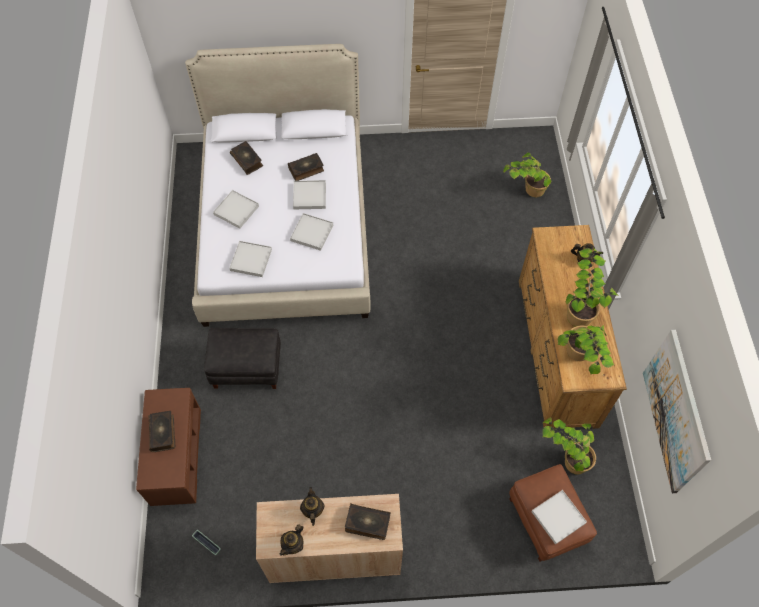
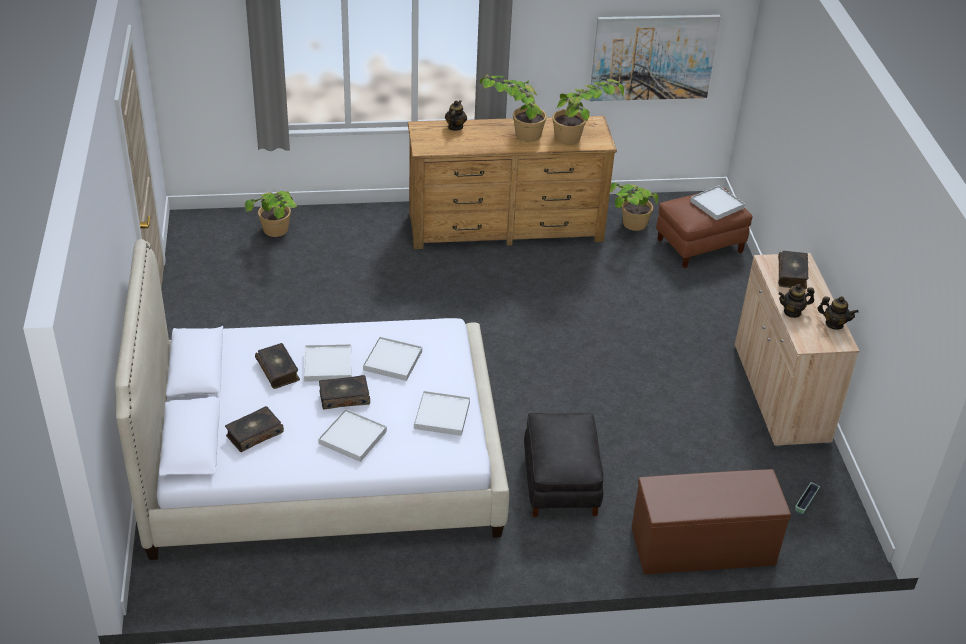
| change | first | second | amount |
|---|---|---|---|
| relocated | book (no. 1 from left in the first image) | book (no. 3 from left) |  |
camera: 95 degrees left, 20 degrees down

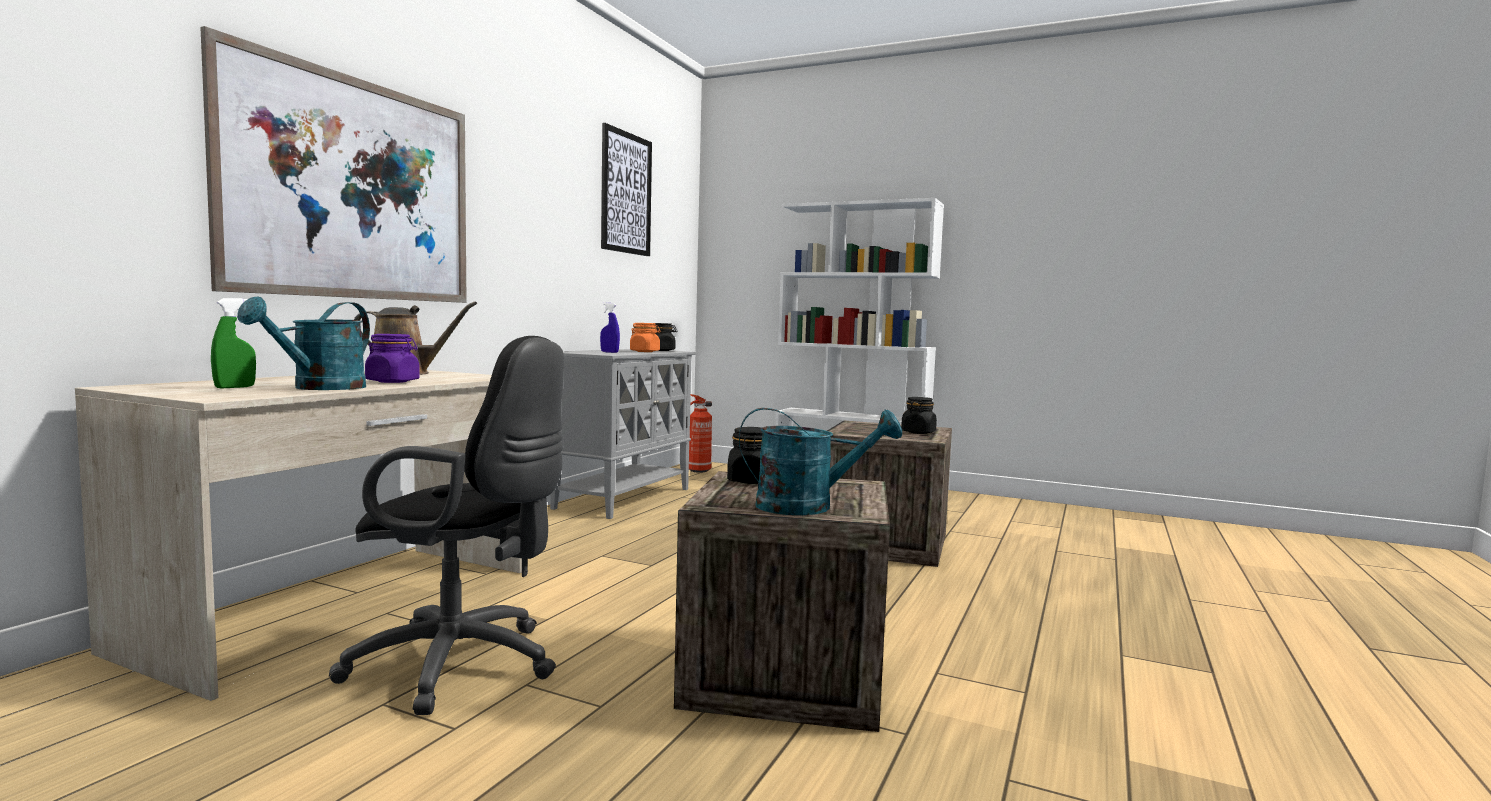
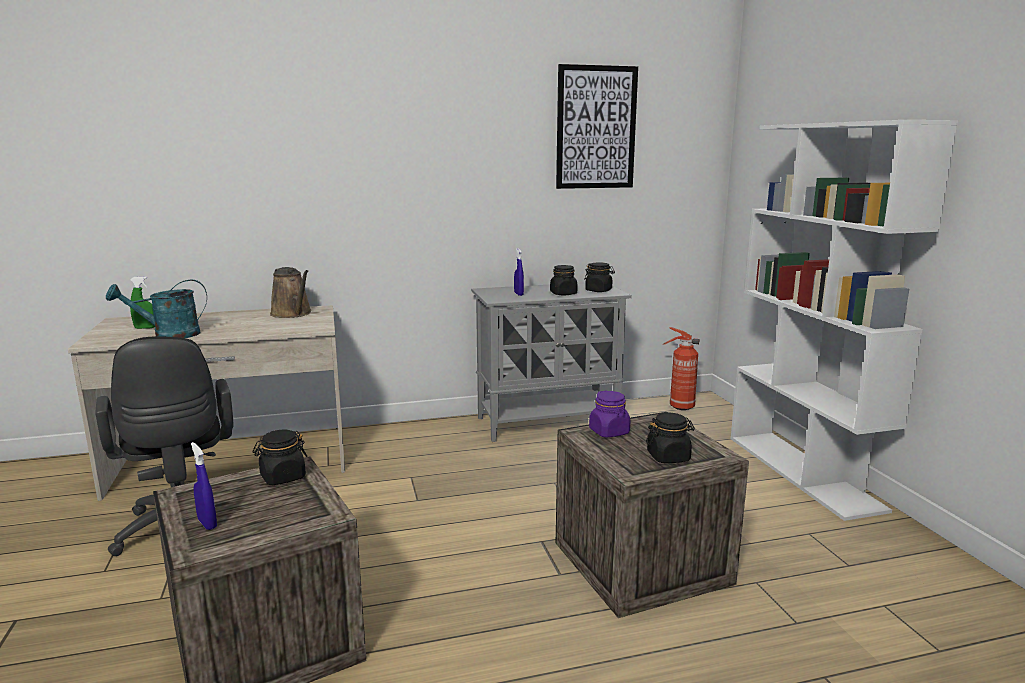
| change | first | second | amount |
|---|---|---|---|
| missing | picture (no. 1 from left) |  |  |
| relocated | purple jar |  |  |
| colour | orange jar | black jar (no. 2 from left) |  |
| exchanged | turquoise watering can (no. 2 from left) | blue spray bottle (no. 1 from left) |  |
camera: 50 degrees right, 10 degrees up

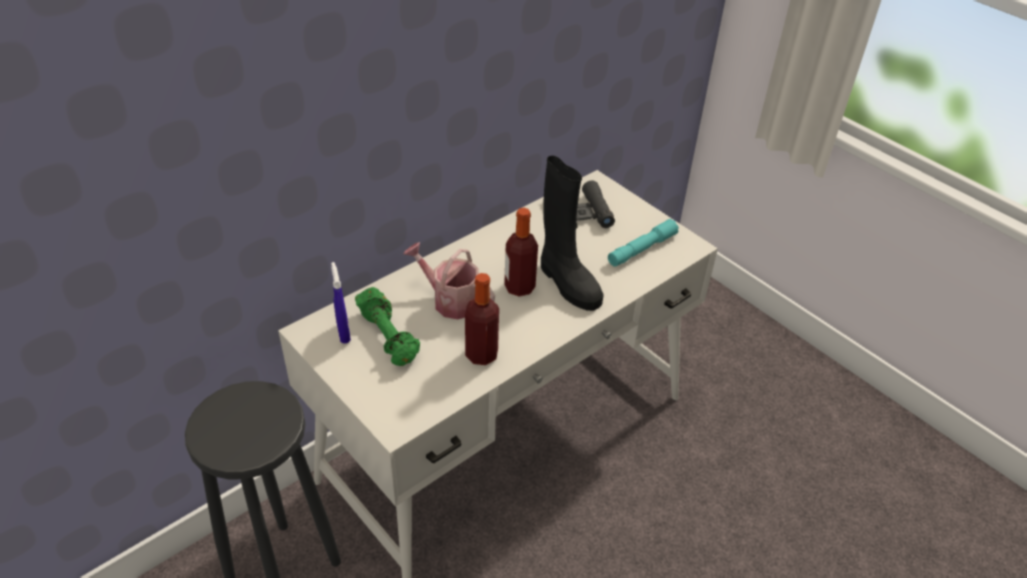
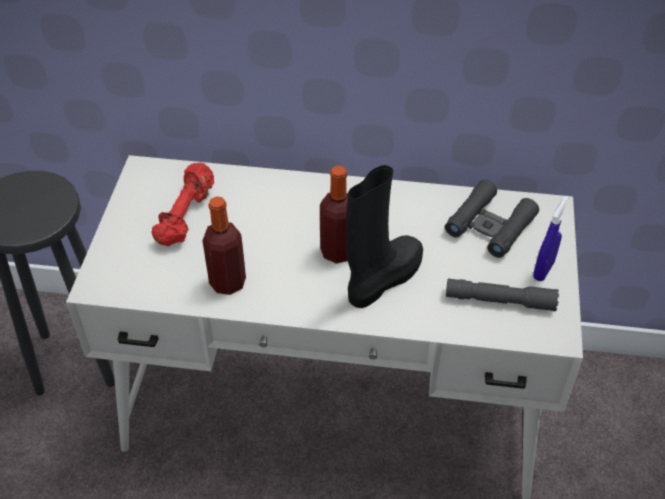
| change | first | second | amount |
|---|---|---|---|
| relocated | blue spray bottle |  |  |
| colour | green dumbbell | red dumbbell |  |
| missing | watering can |  |  |
| spun | black boot |  | 150 degrees counterclockwise |
| colour | turquoise flashlight | grey flashlight |  |
camera: 50 degrees right, 5 degrees up

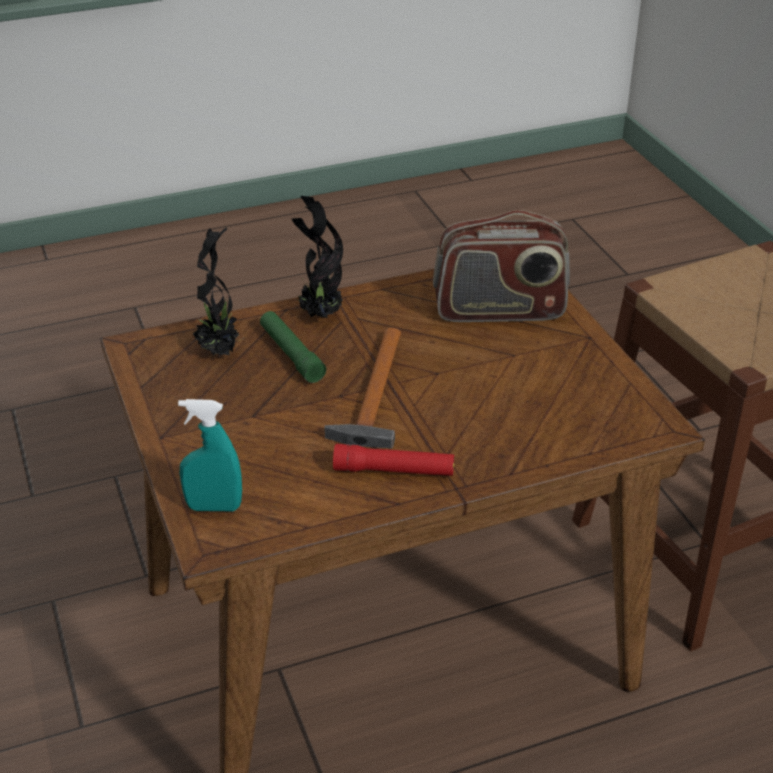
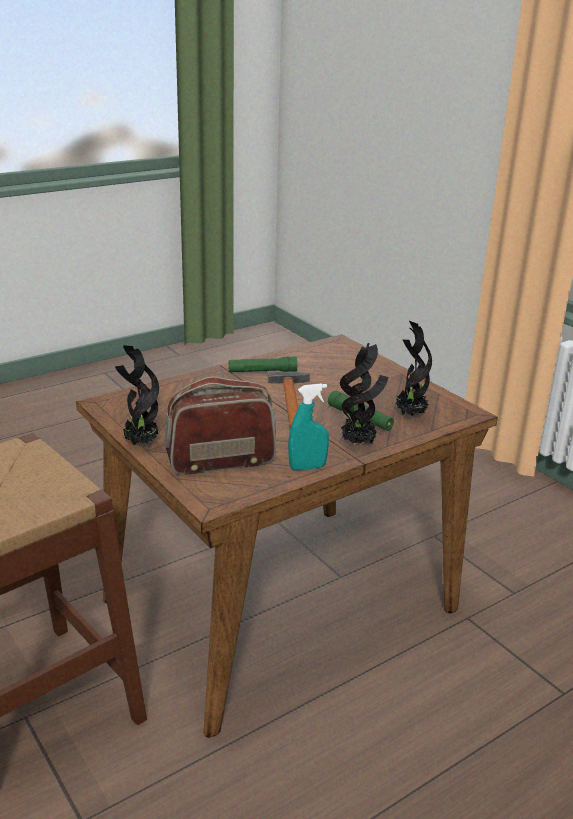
| change | first | second | amount |
|---|---|---|---|
| relocated | turquoise spray bottle |  |  |
| colour | red flashlight | green flashlight (no. 1 from left) |  |
| appeared |  | potted plant (no. 1 from left) |  |
camera: 165 degrees right, 10 degrees down

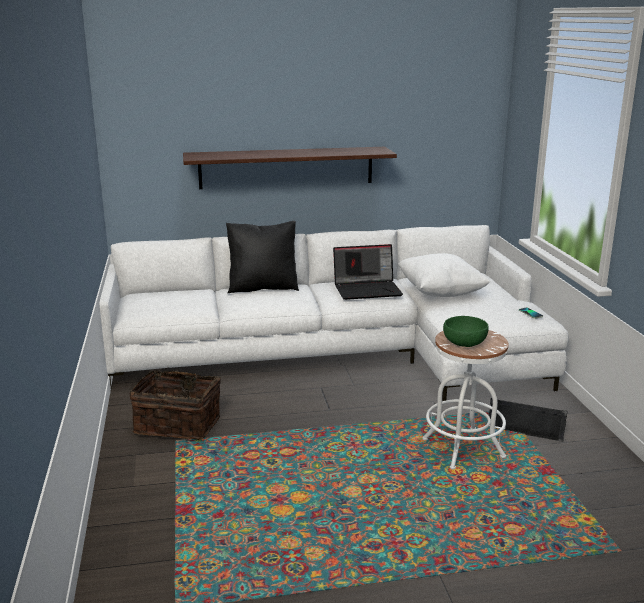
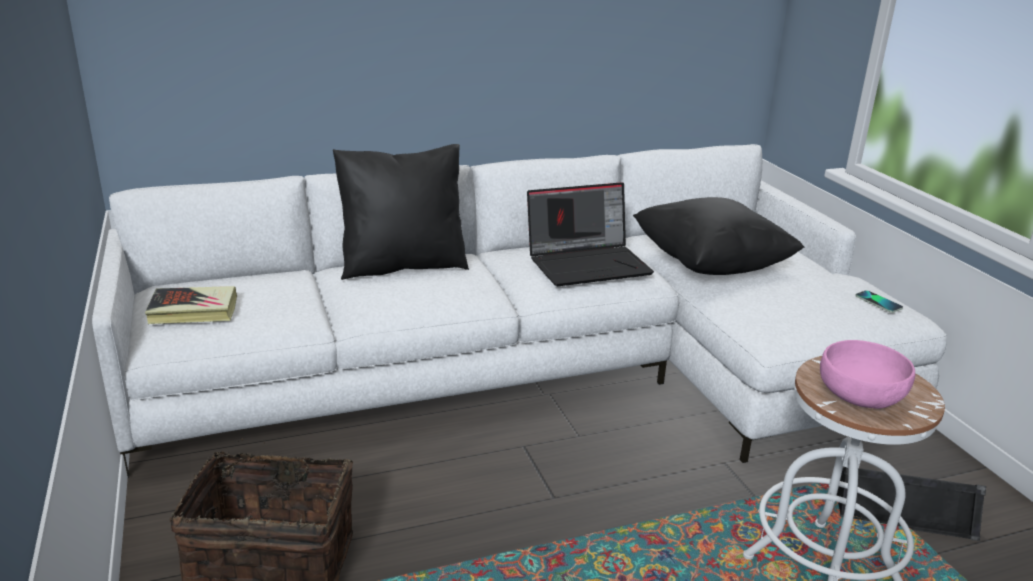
| change | first | second | amount |
|---|---|---|---|
| missing | shelf |  |  |
| colour | white pillow | black pillow (no. 2 from left) |  |
| colour | green bowl | pink bowl |  |
| appeared |  | book |  |
camera: 10 degrees left, 5 degrees up

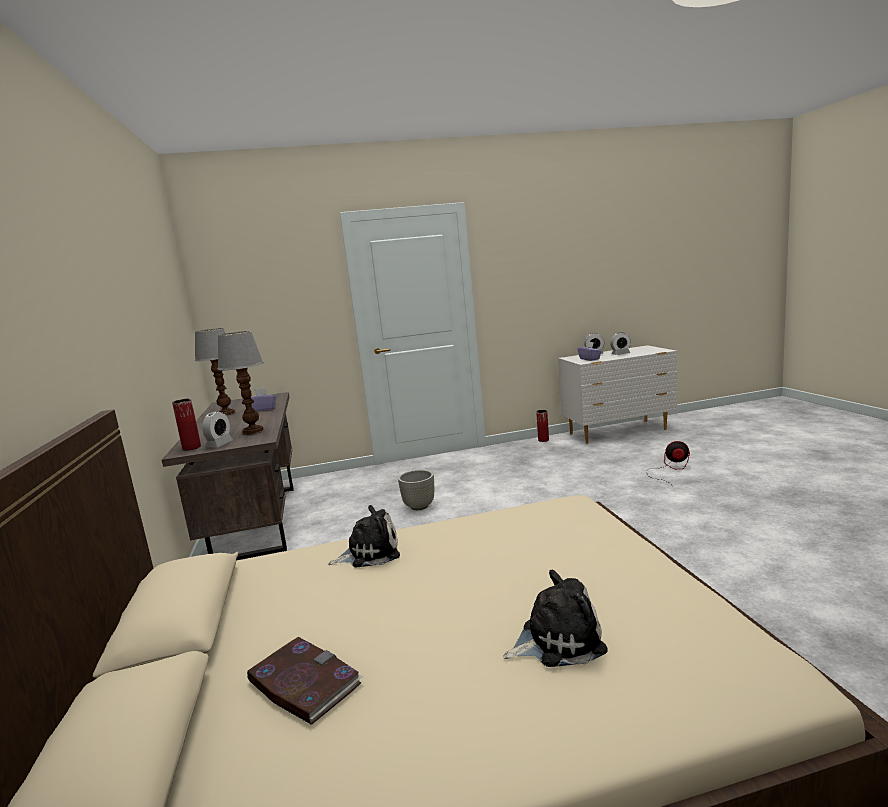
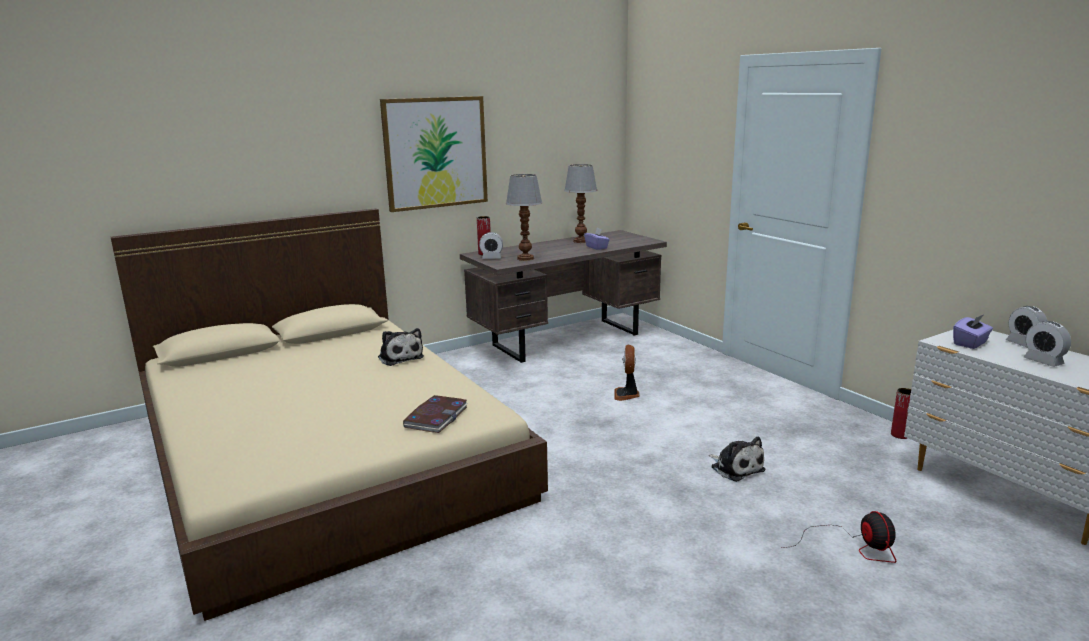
| change | first | second | amount |
|---|---|---|---|
| relocated | book |  |  |
| exchanged | grey planter | fan (no. 1 from left) |  |
| relocated | plush toy (no. 2 from left) |  |  |
| appeared |  | picture |  |
camera: 70 degrees right, 5 degrees up

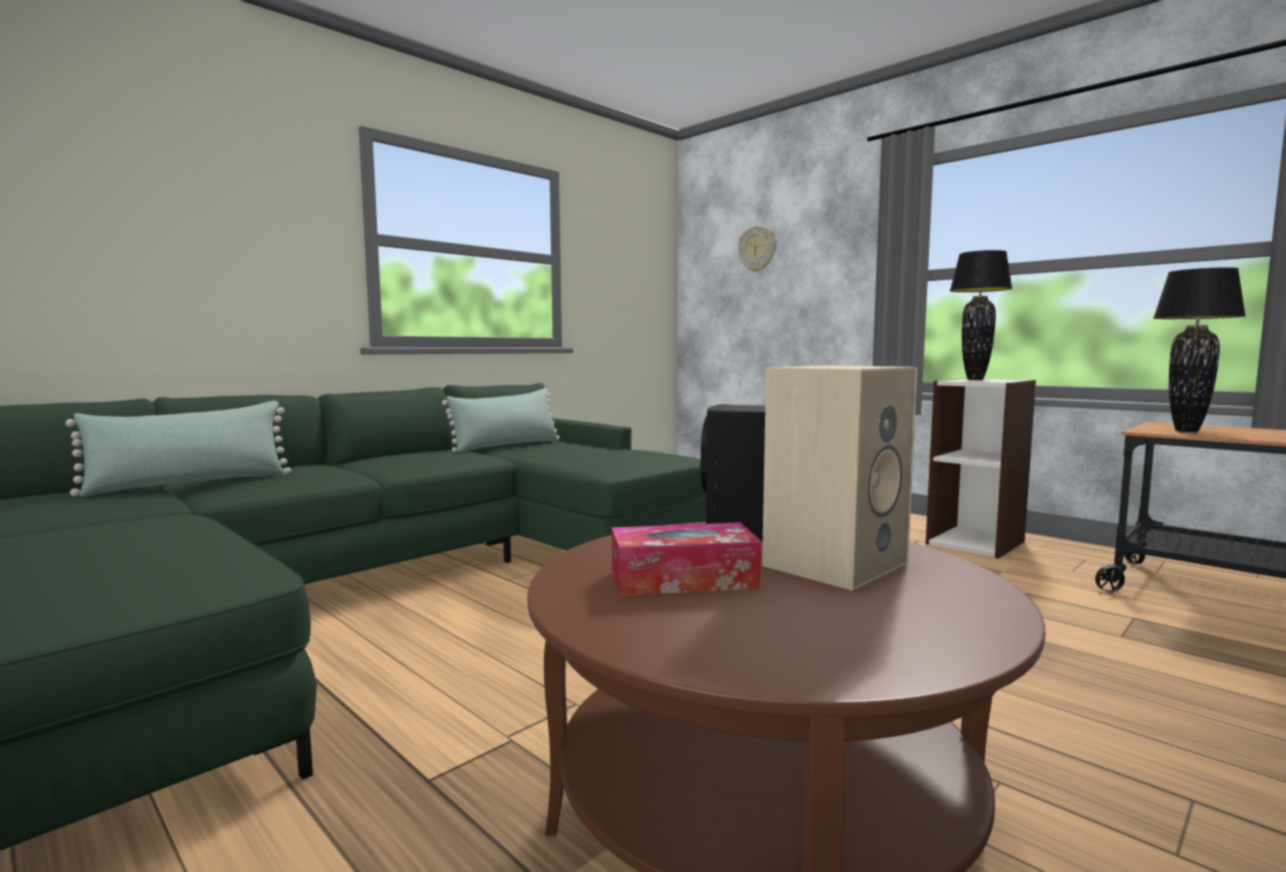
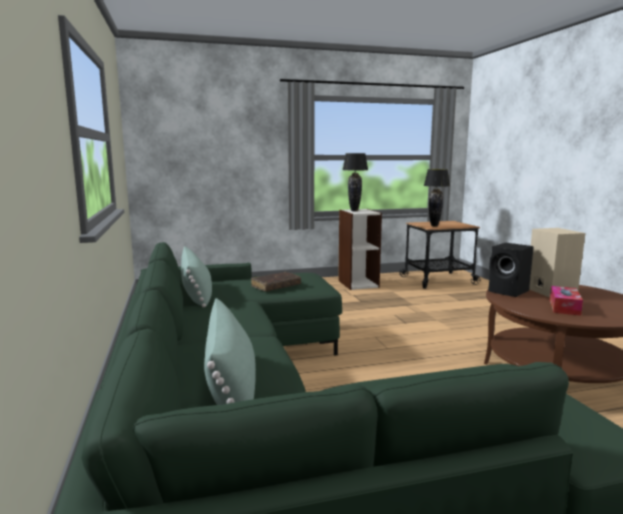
| change | first | second | amount |
|---|---|---|---|
| missing | wall clock |  |  |
| appeared |  | brown book |  |
camera: 60 degrees left, 5 degrees up

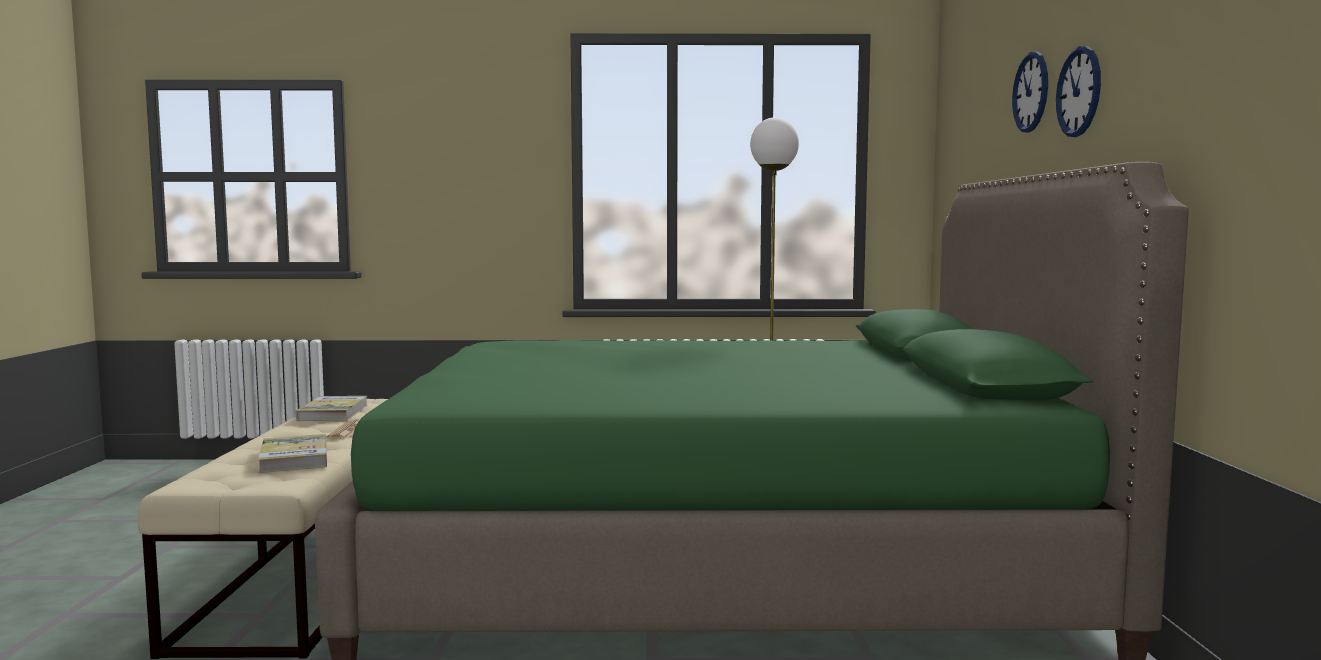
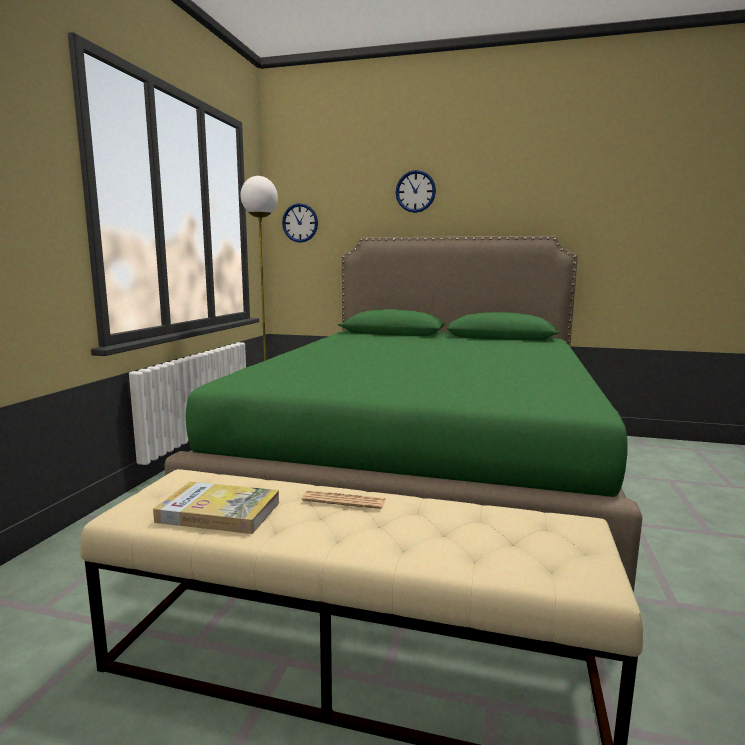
| change | first | second | amount |
|---|---|---|---|
| missing | book (no. 1 from left) |  |  |
| relocated | wall clock (no. 2 from left in the first image) | wall clock (no. 1 from left) |  |
camera: 75 degrees left, 5 degrees up

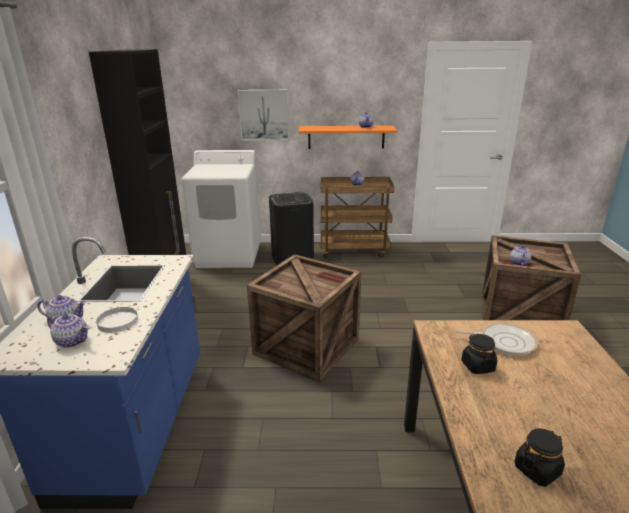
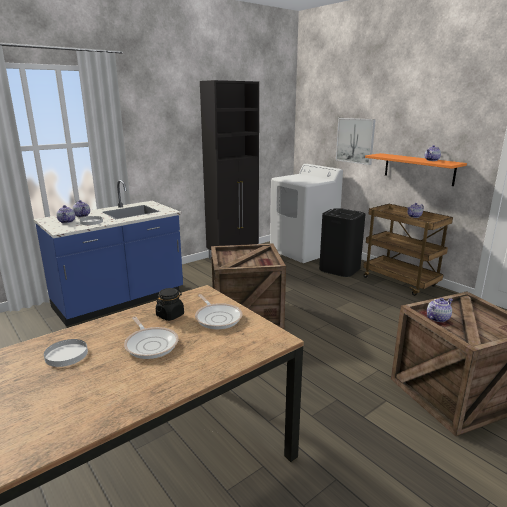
| change | first | second | amount |
|---|---|---|---|
| exchanged | black jar (no. 2 from left) | white plate (no. 1 from left) |  |
| appeared |  | frying pan (no. 1 from left) |  |
camera: 50 degrees right, 5 degrees down

